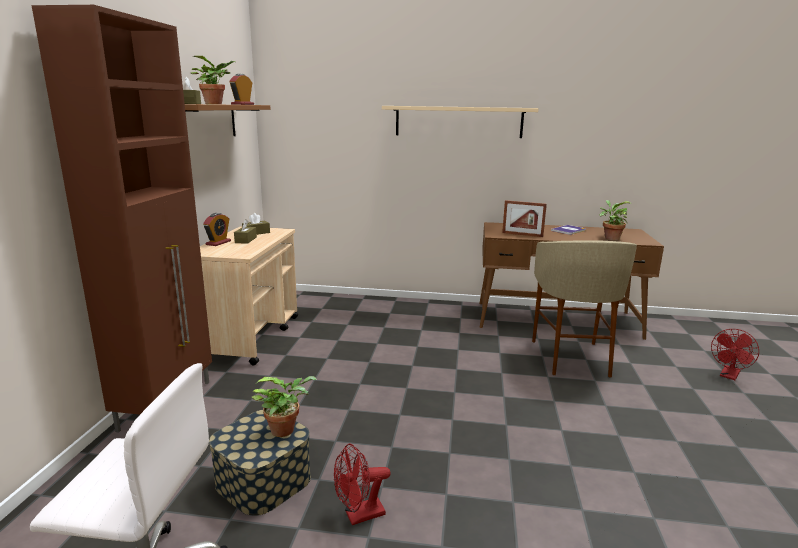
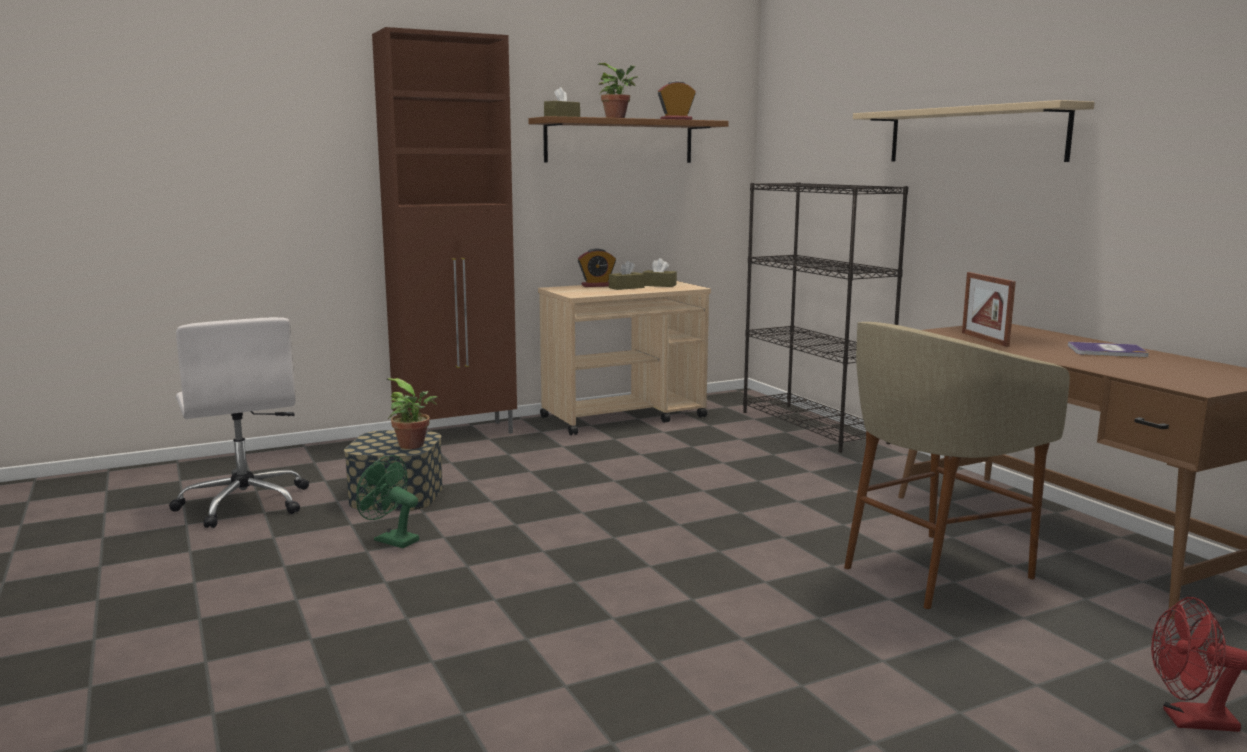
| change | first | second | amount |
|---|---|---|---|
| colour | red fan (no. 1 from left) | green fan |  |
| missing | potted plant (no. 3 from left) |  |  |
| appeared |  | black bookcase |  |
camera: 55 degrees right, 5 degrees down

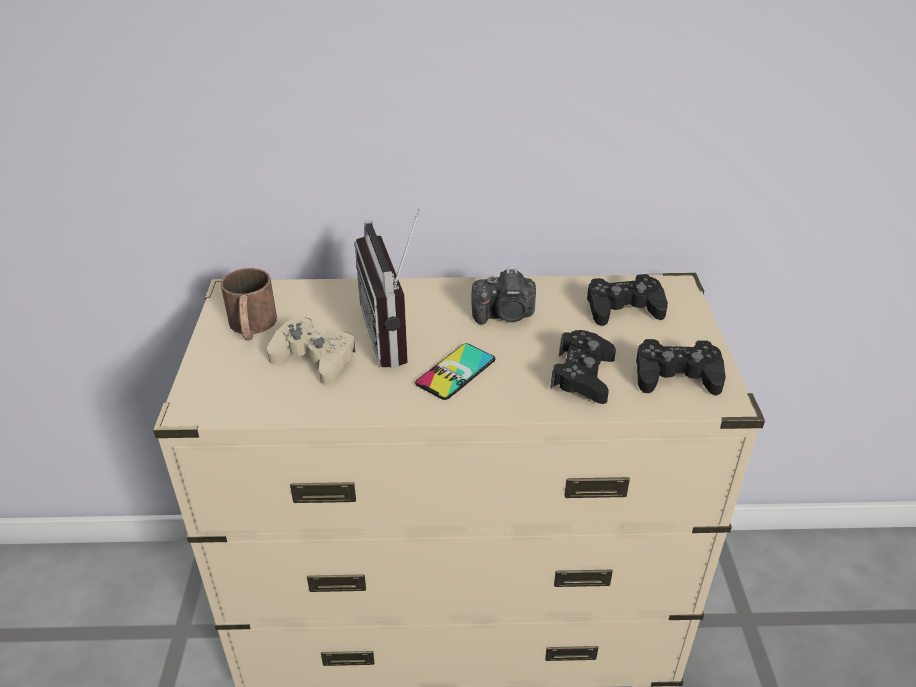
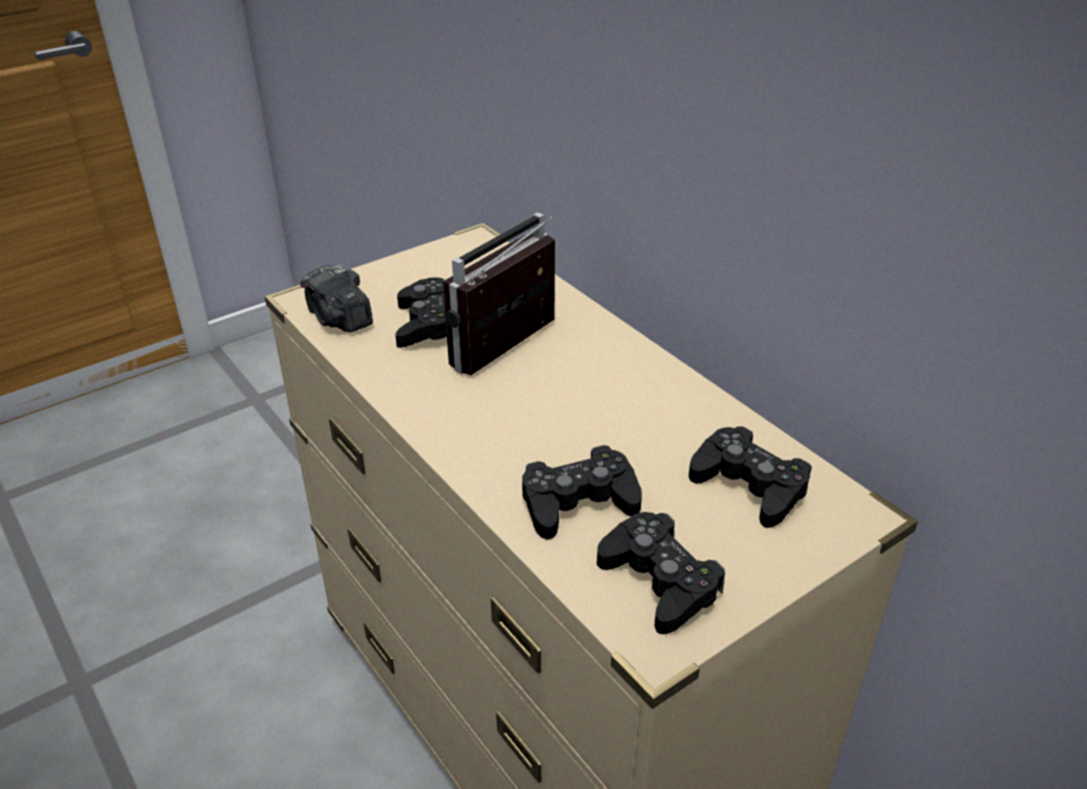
| change | first | second | amount |
|---|---|---|---|
| missing | brown mug |  |  |
| colour | beige game controller | black game controller (no. 1 from left) |  |
| missing | phone |  |  |
| relocated | photo camera |  |  |
camera: 55 degrees right, 0 degrees up

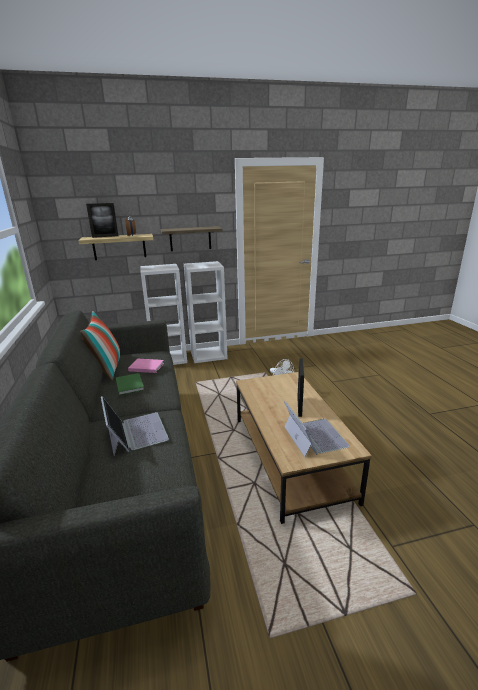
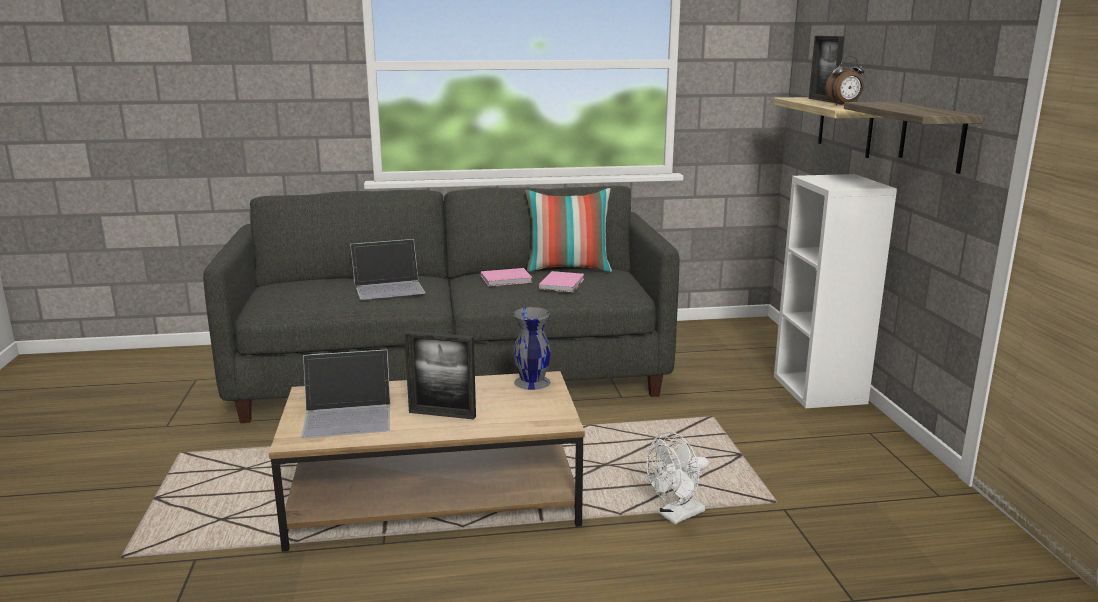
| change | first | second | amount |
|---|---|---|---|
| colour | green book | pink book (no. 1 from left) |  |
| missing | white bookcase (no. 2 from left) |  |  |
| appeared |  | grey vase |  |
camera: 95 degrees right, 5 degrees down

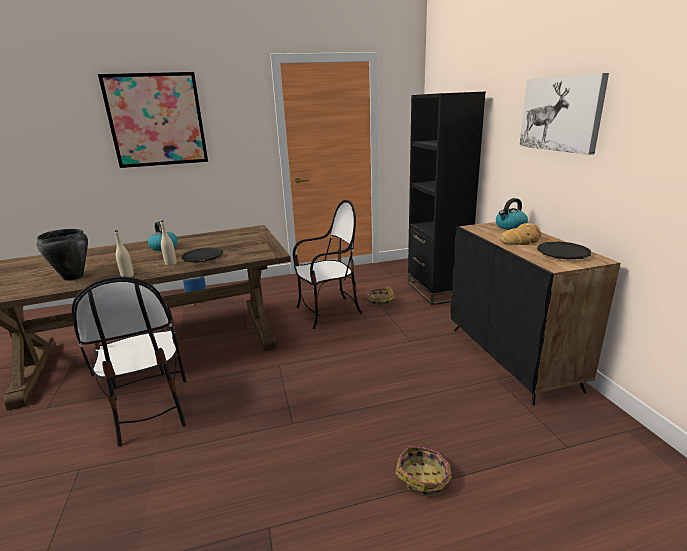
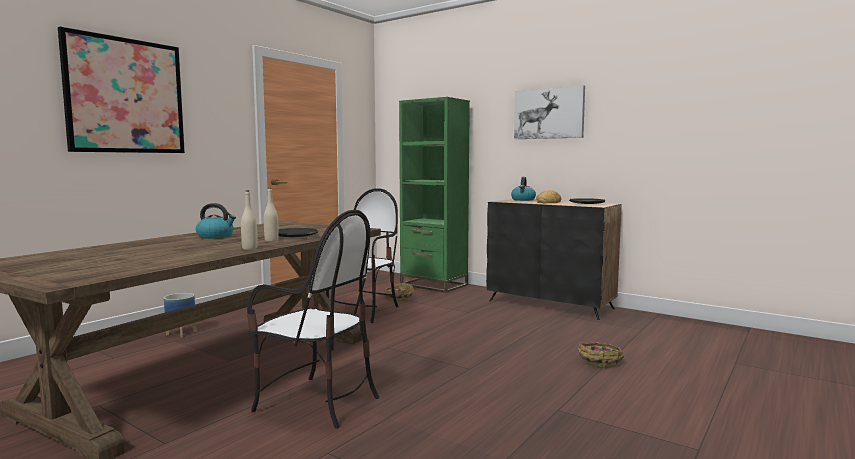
| change | first | second | amount |
|---|---|---|---|
| missing | black cooking pot |  |  |
| colour | black bookcase | green bookcase |  |
camera: 40 degrees left, 15 degrees down

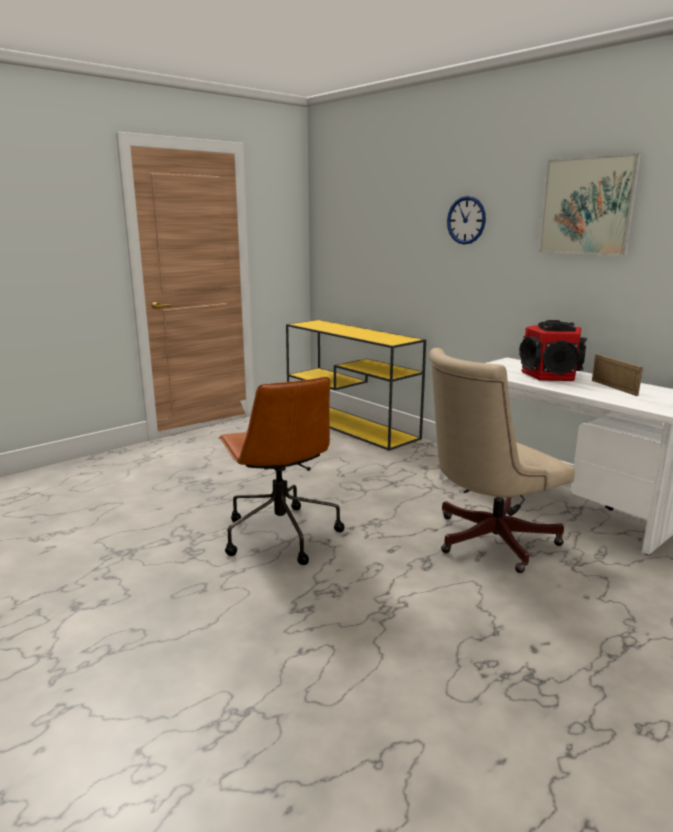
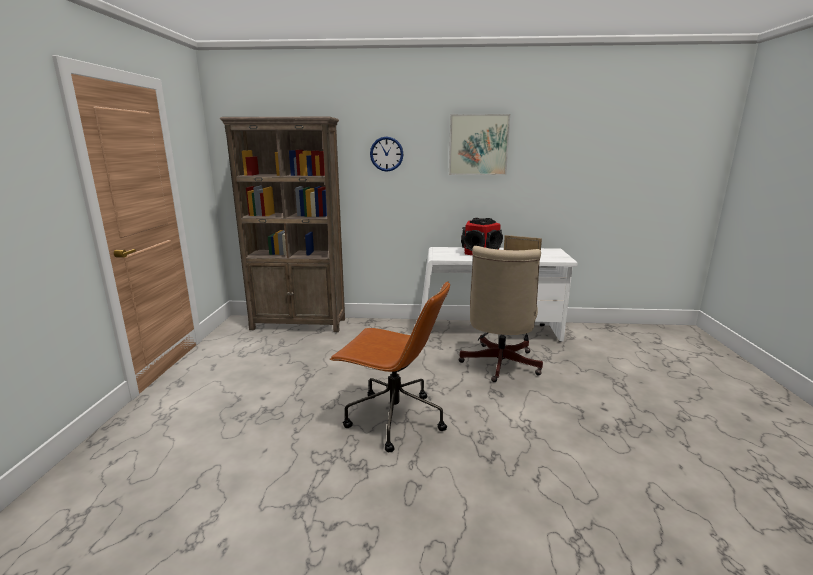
| change | first | second | amount |
|---|---|---|---|
| exchanged | yellow console table | brown bookcase |  |
camera: 45 degrees left, 0 degrees up

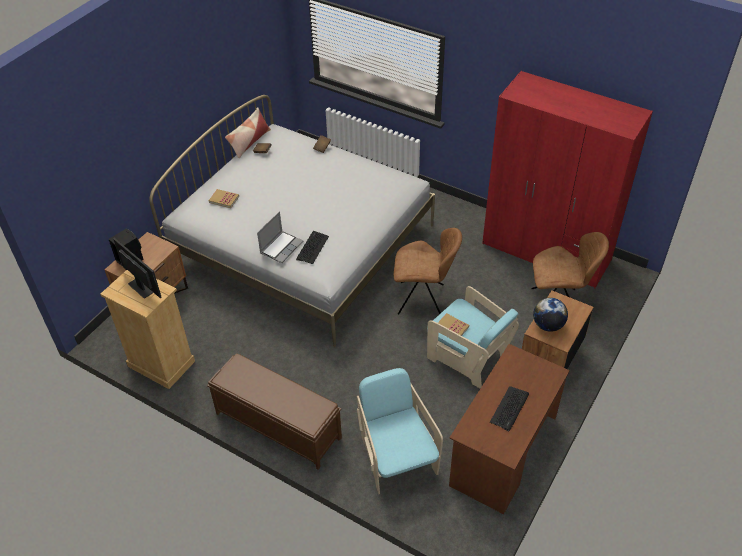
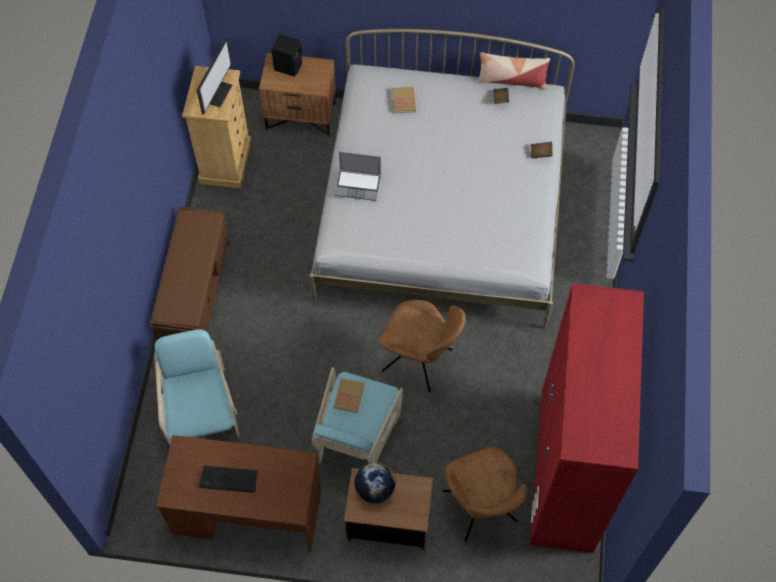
| change | first | second | amount |
|---|---|---|---|
| missing | keyboard (no. 1 from left) |  |  |
| spun | turquoise armchair (no. 1 from left) |  | 60 degrees counterclockwise |
| spun | brown chair (no. 1 from left) |  | 45 degrees counterclockwise |
camera: 65 degrees right, 15 degrees up

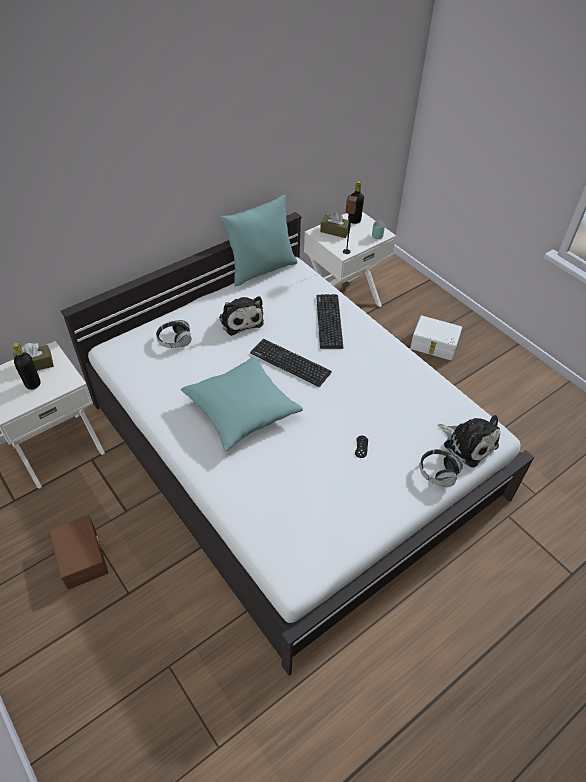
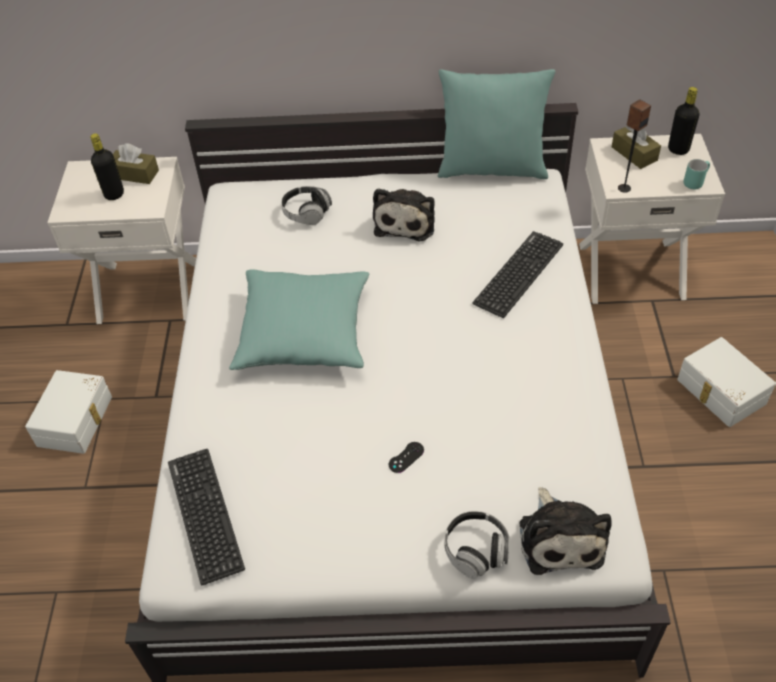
| change | first | second | amount |
|---|---|---|---|
| colour | brown storage box | white storage box (no. 1 from left) |  |
| relocated | keyboard (no. 1 from left) |  |  |
camera: 40 degrees right, 0 degrees up

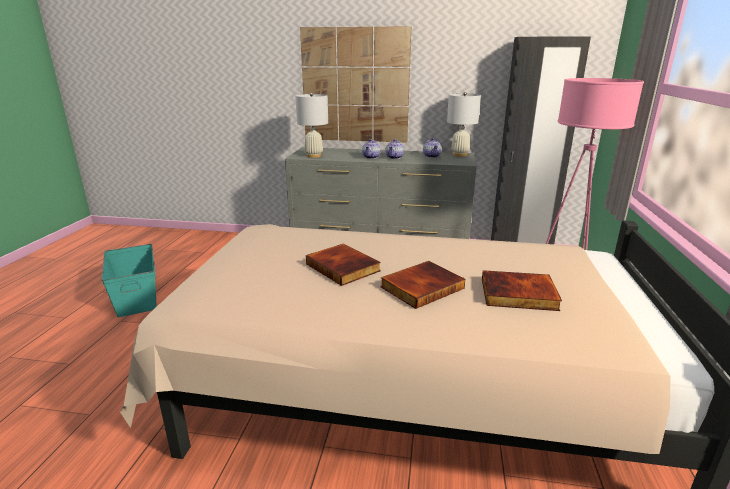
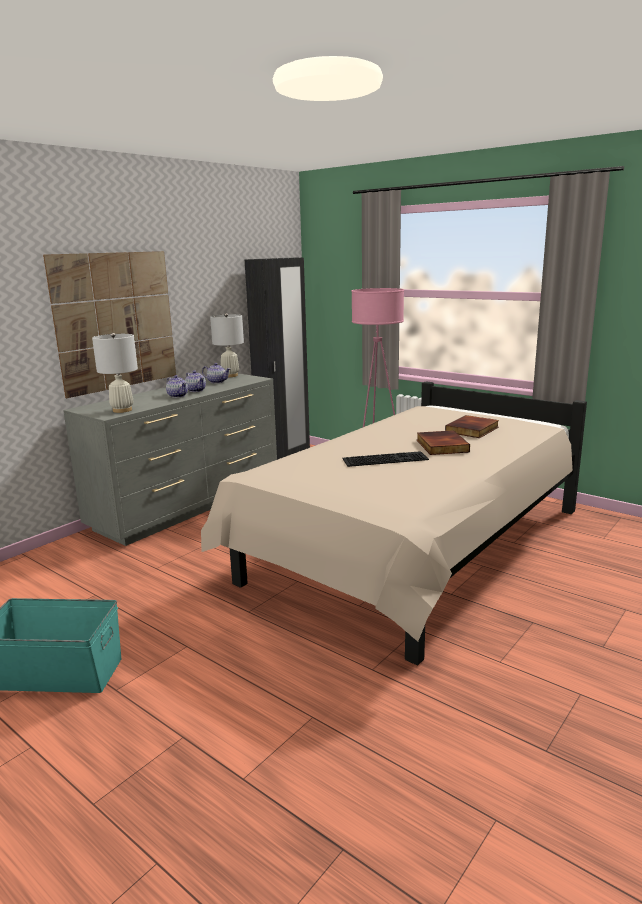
| change | first | second | amount |
|---|---|---|---|
| exchanged | book (no. 1 from left) | keyboard |  |
camera: 60 degrees left, 5 degrees down

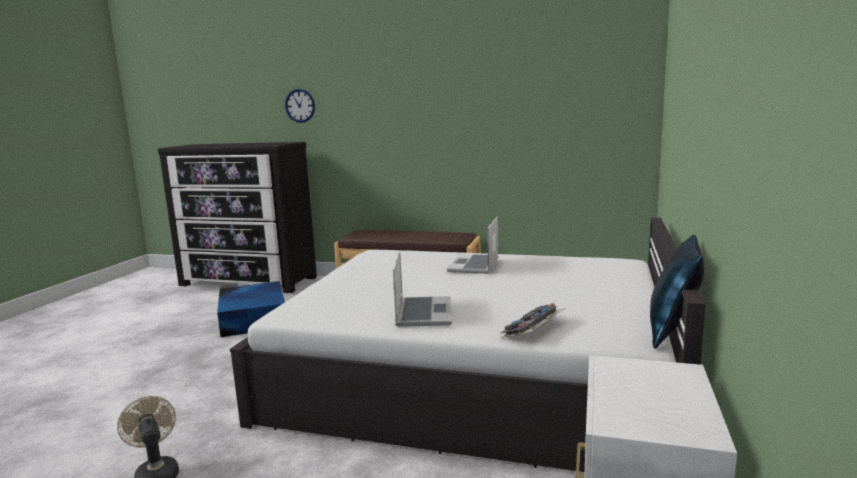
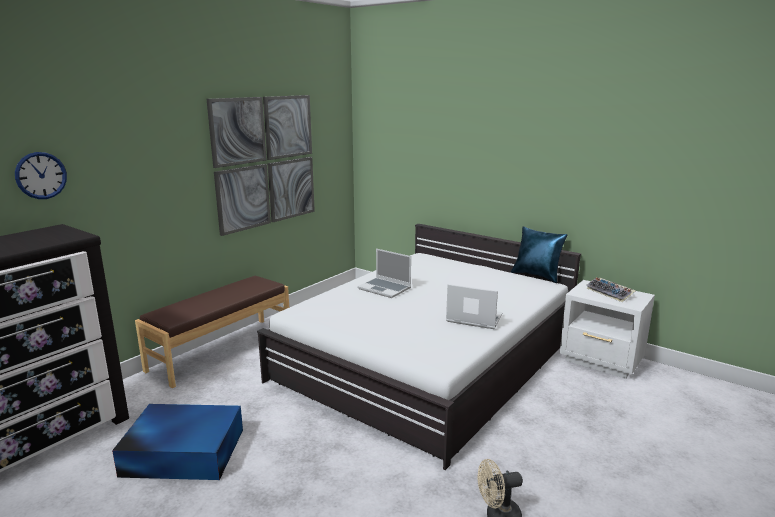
| change | first | second | amount |
|---|---|---|---|
| relocated | keyboard |  |  |
| appeared |  | picture |  |
camera: 70 degrees left, 5 degrees up

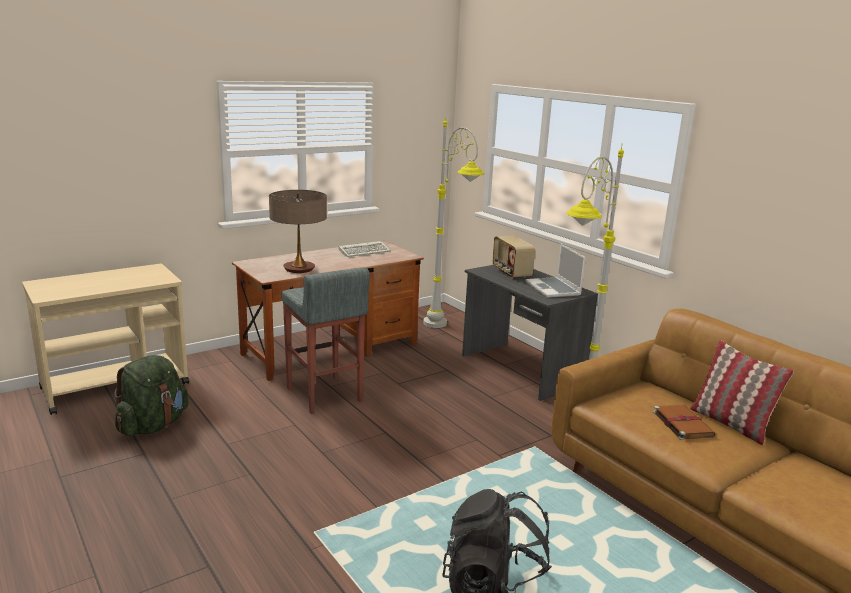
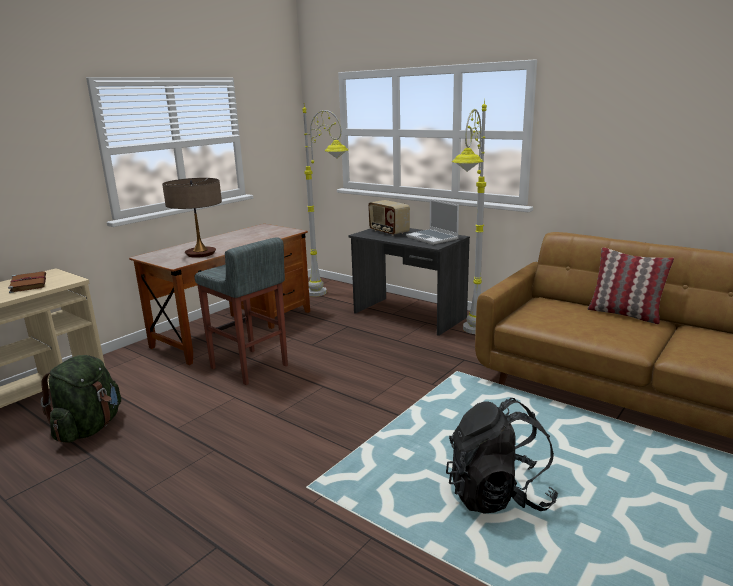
| change | first | second | amount |
|---|---|---|---|
| missing | keyboard |  |  |
| relocated | brown book |  |  |
camera: 15 degrees left, 0 degrees up

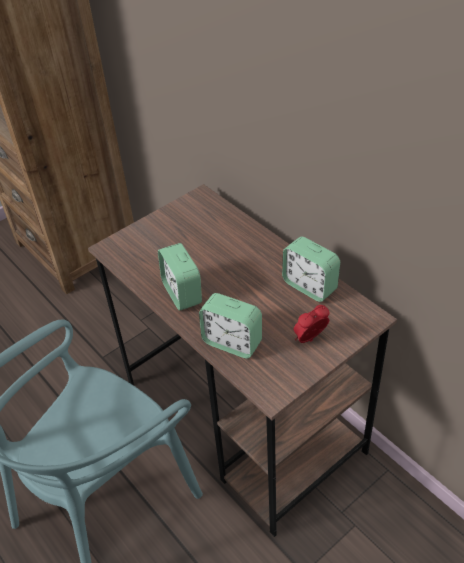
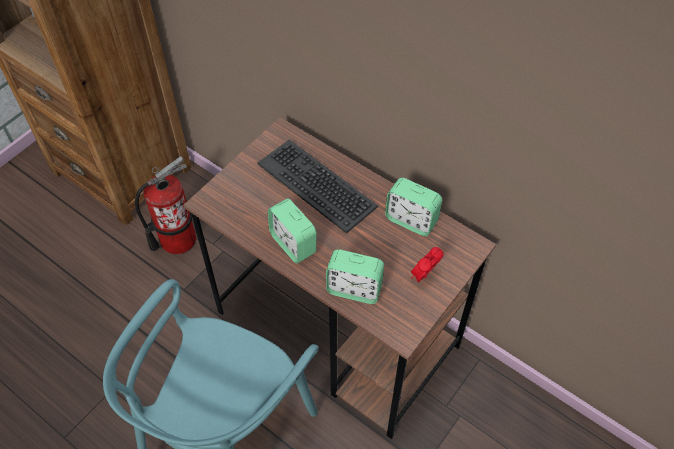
| change | first | second | amount |
|---|---|---|---|
| appeared |  | fire extinguisher |  |
| appeared |  | keyboard |  |
camera: 15 degrees left, 10 degrees up

